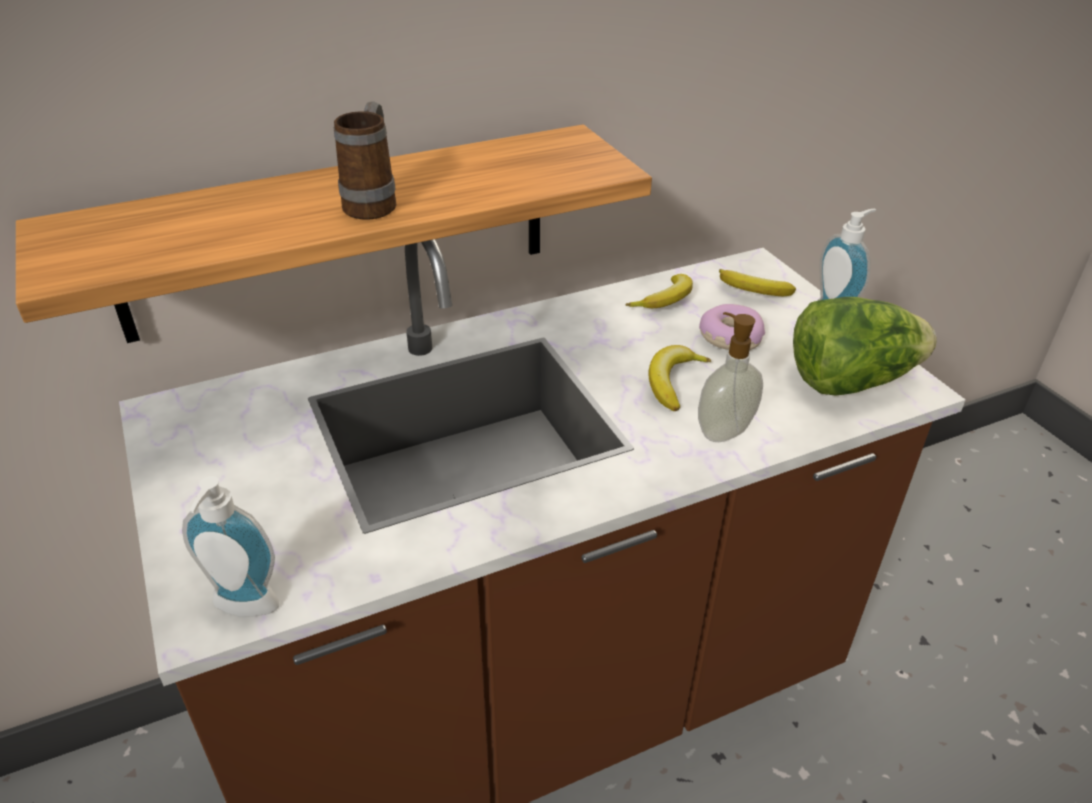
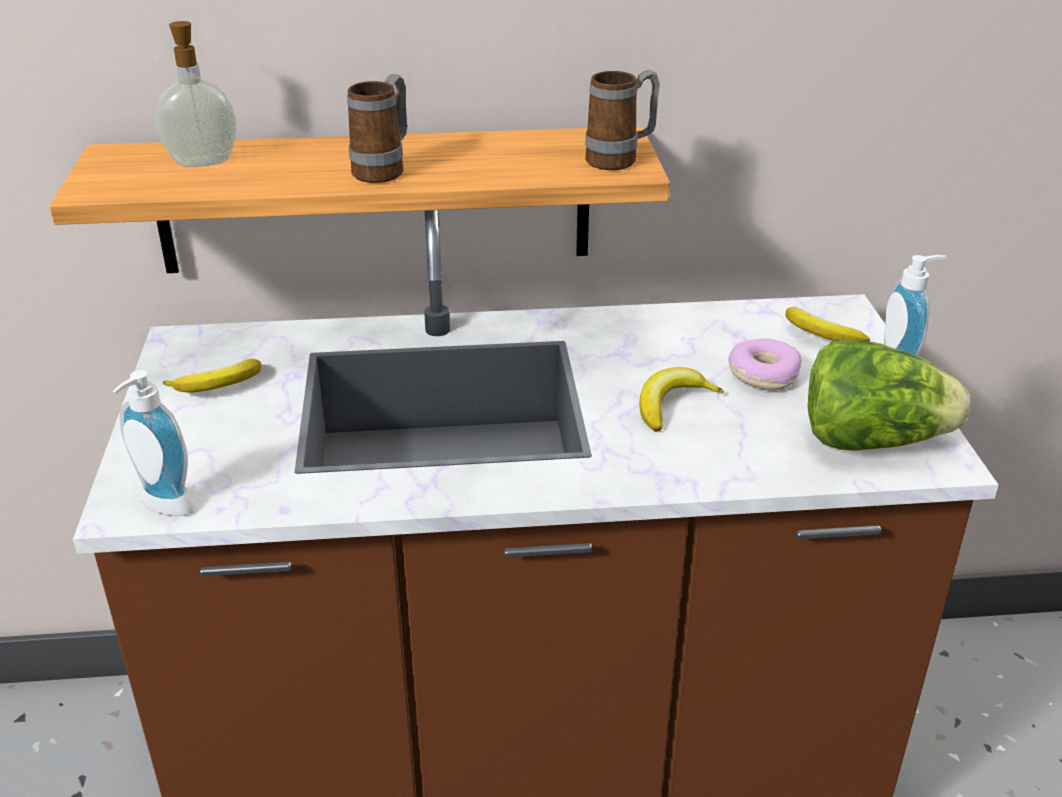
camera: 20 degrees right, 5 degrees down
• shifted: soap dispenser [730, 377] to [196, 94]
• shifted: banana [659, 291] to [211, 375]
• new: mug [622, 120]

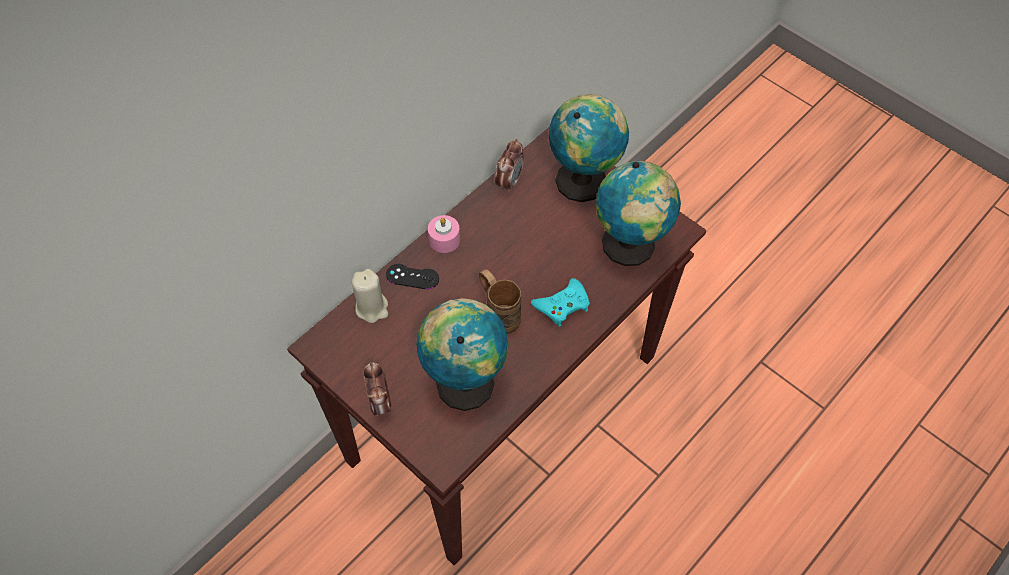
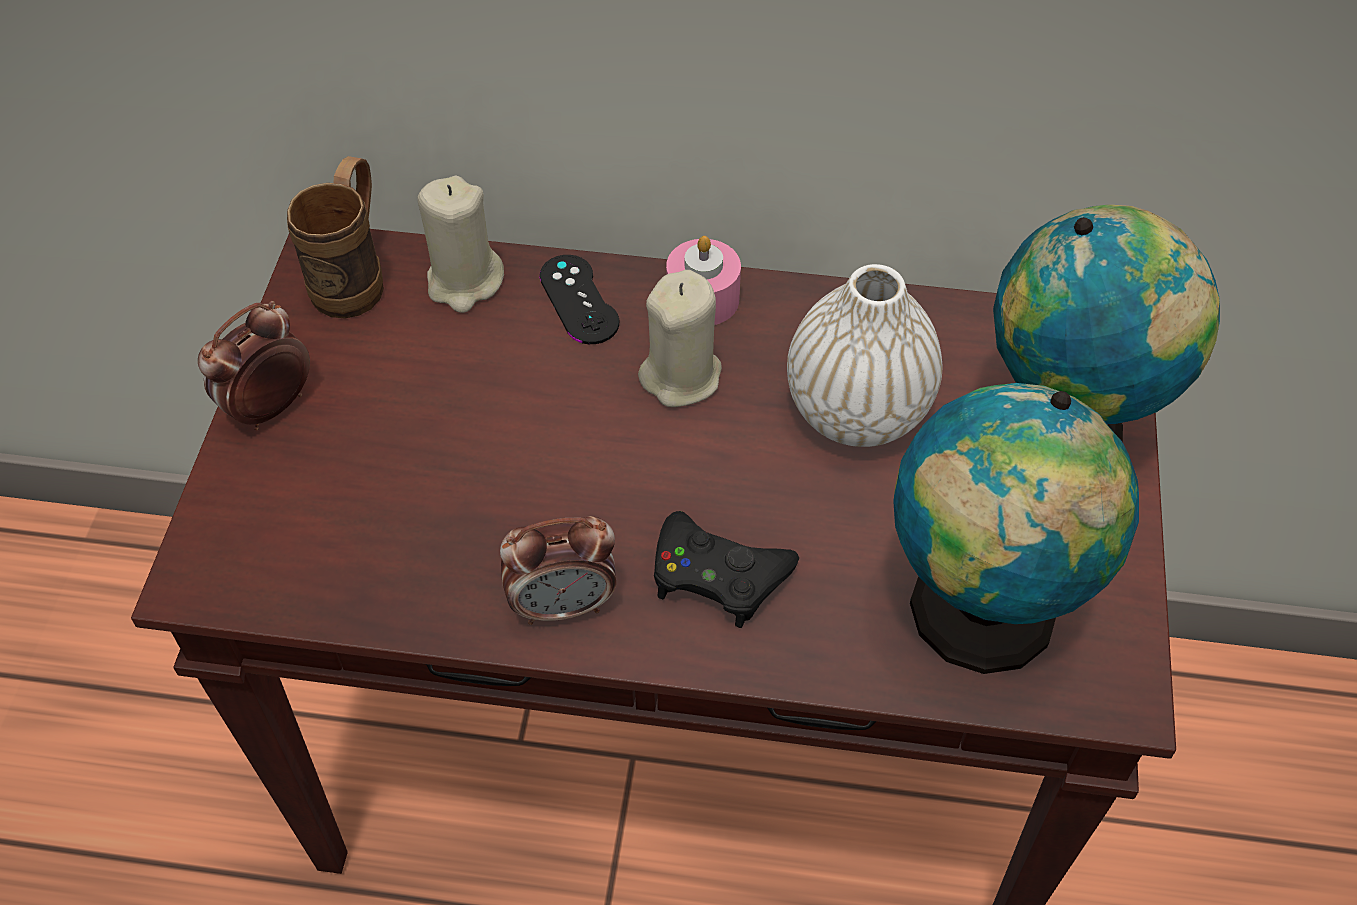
camera: 55 degrees right, 5 degrees down
• shifted: brown mug [500, 301] to [335, 237]
• shifted: alarm clock [509, 166] to [558, 570]
• new: beige candle [680, 338]
• repainted: turquoise game controller [560, 302] to black game controller [726, 569]
• new: white vase [864, 355]
• gone: globe [462, 354]

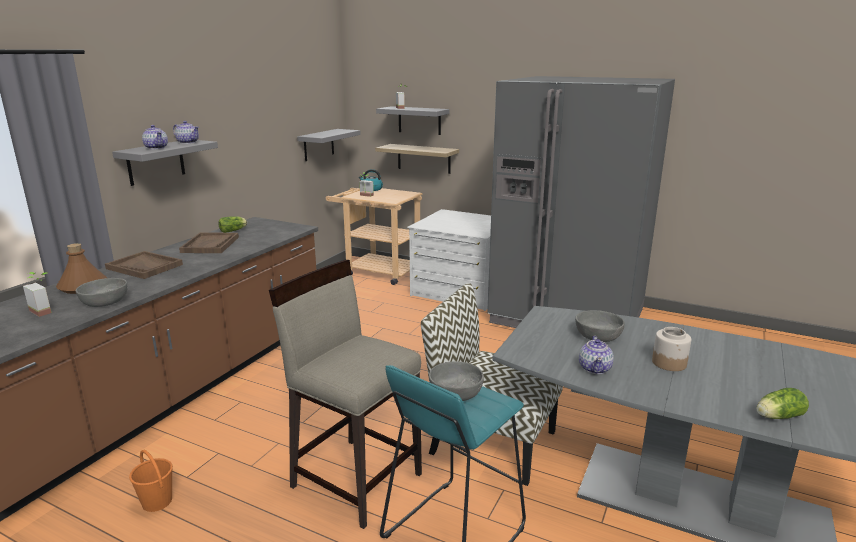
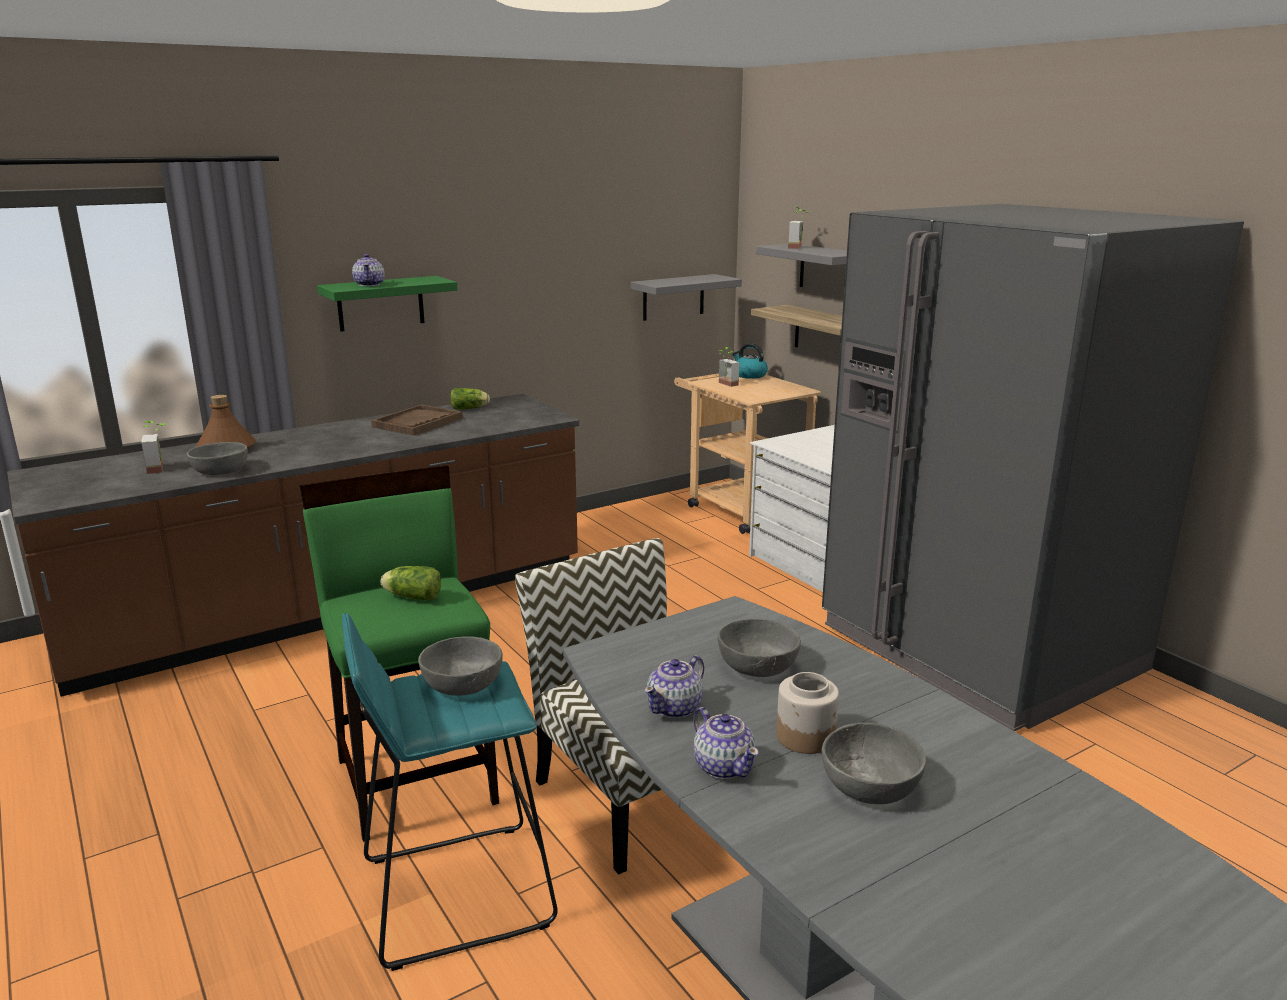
camera: 30 degrees right, 0 degrees up
• repainted: beige stool [345, 394] to green stool [399, 653]
• repainted: grey shelf [165, 163] to green shelf [387, 304]
• shifted: lettuce [783, 403] to [411, 583]
• shifted: teapot [186, 132] to [726, 743]
• new: grey bowl [874, 763]
• gone: brown tray [144, 265]
• gone: orange bucket [151, 481]

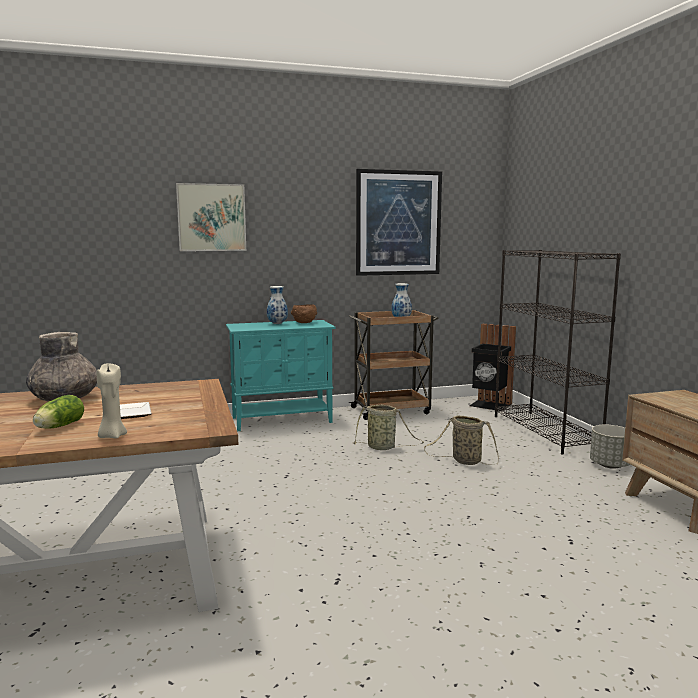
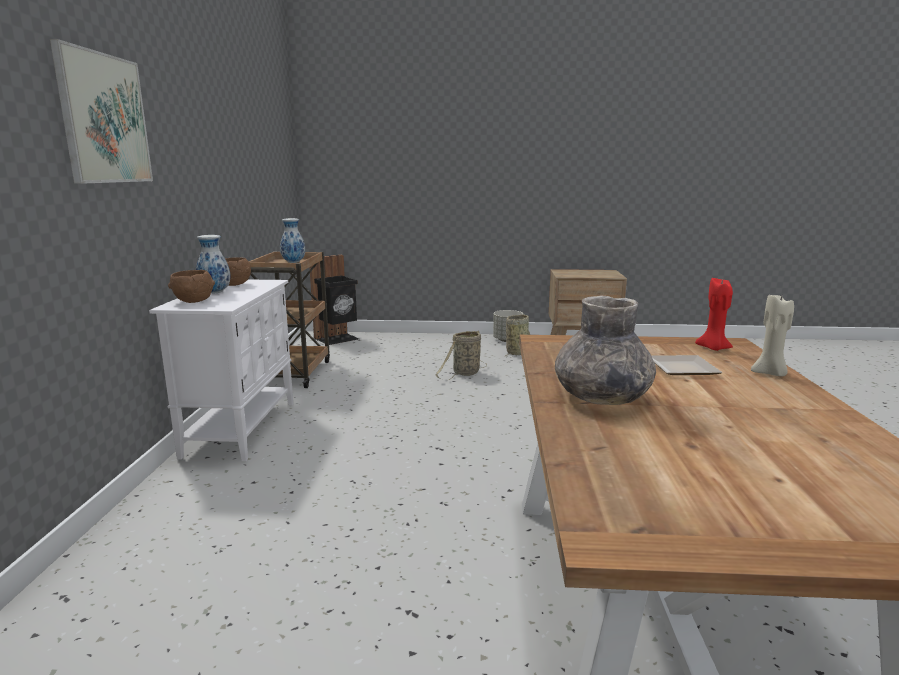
camera: 70 degrees left, 5 degrees up
• repainted: turquoise cabinet [281, 375] to white cabinet [221, 370]
• new: brown bowl [191, 286]
• shifted: basket [388, 427] to [517, 335]
• new: red candle [714, 314]
• gone: lettuce [58, 412]
• gone: picture [399, 222]
• gone: black bookcase [558, 352]

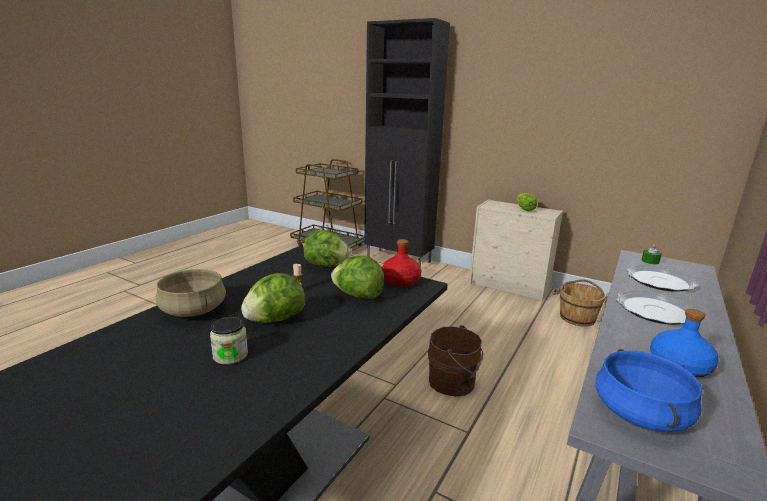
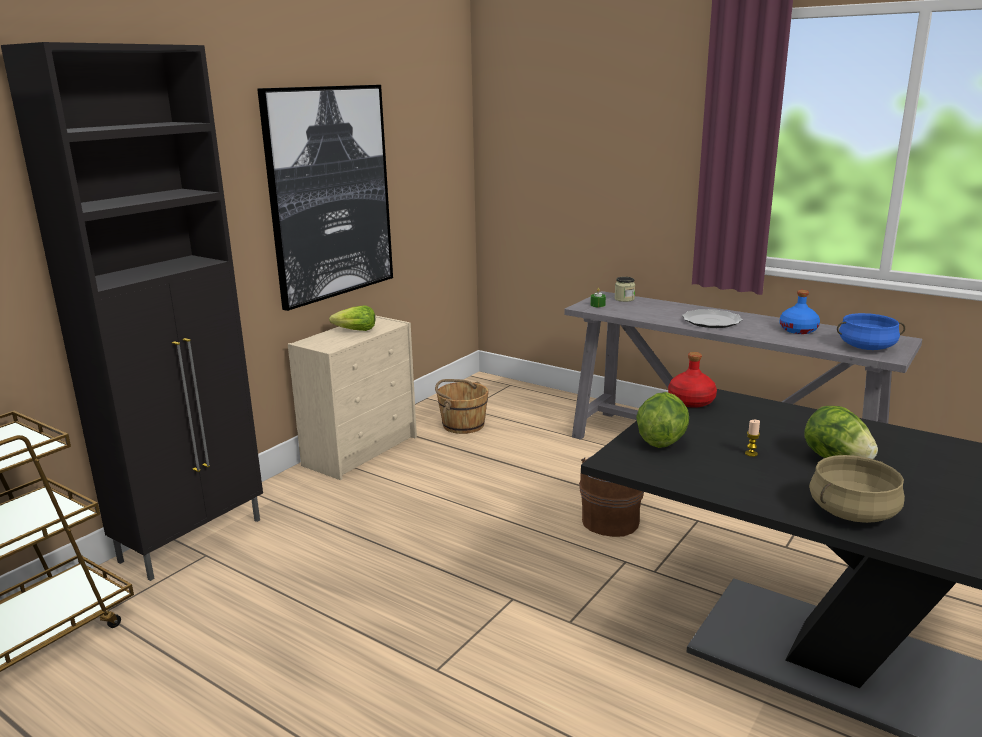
camera: 85 degrees left, 0 degrees up
• new: picture [325, 198]
• shifted: jar [229, 340] to [625, 289]
• gone: lettuce [357, 277]
• gone: plate [662, 278]

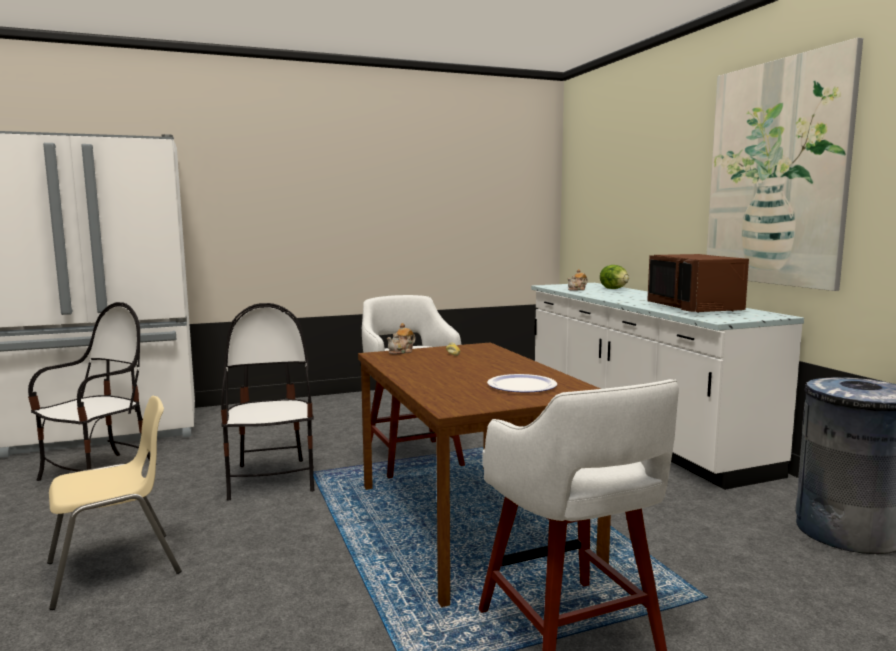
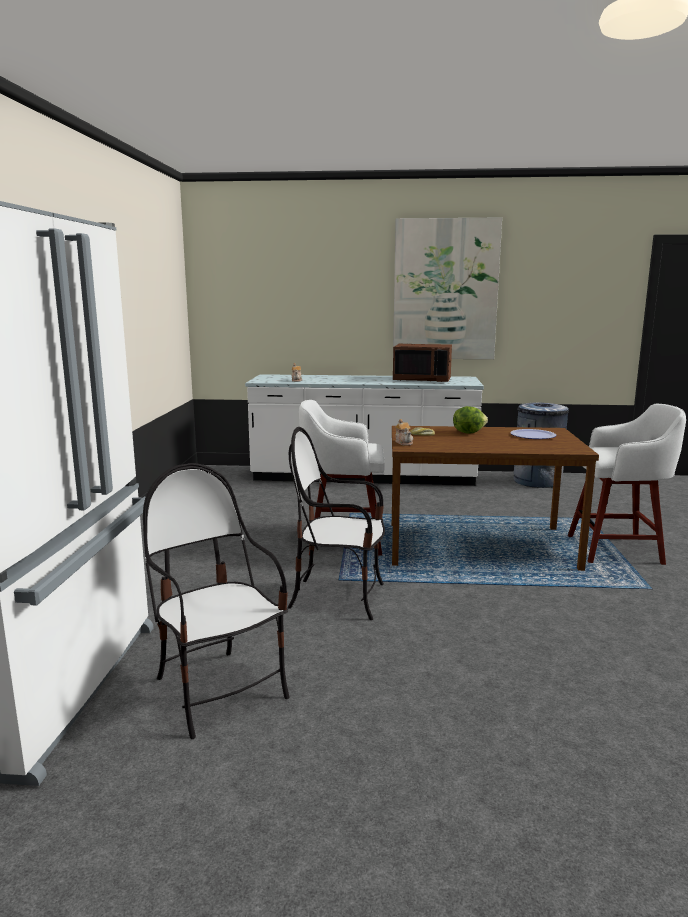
camera: 65 degrees left, 5 degrees up
• shifted: lettuce [614, 277] to [470, 419]
• gone: beige chair [114, 503]

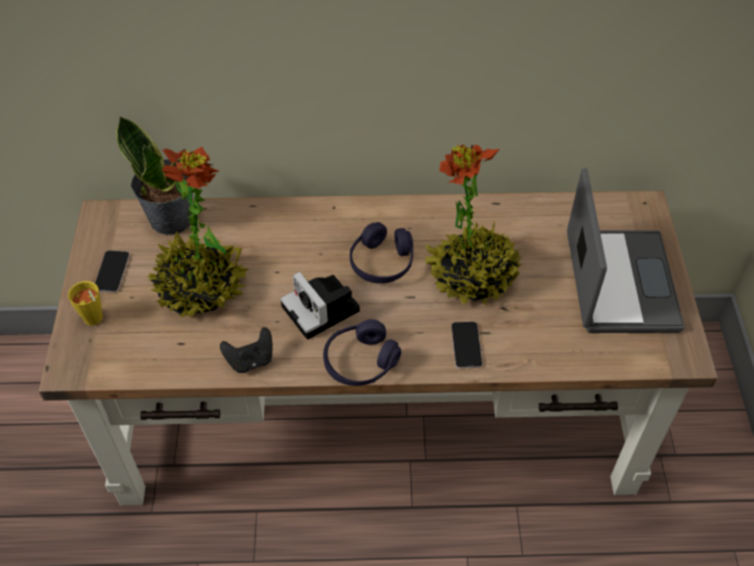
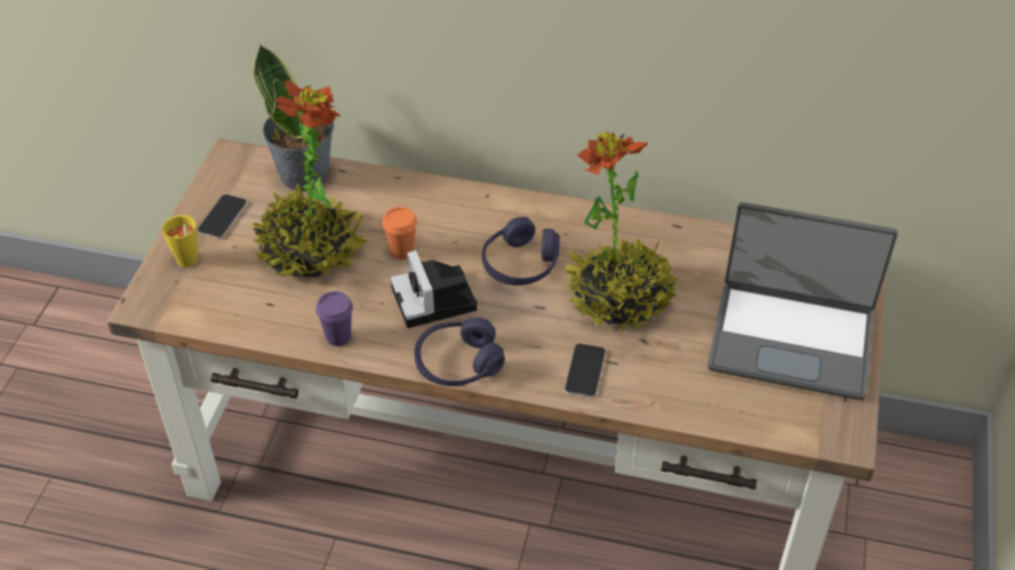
camera: 15 degrees right, 5 degrees down
• swapped: black game controller [246, 350] to purple cup [334, 318]
• new: orange cup [399, 233]
• rotated: laptop [625, 250] = [802, 301] 90 degrees clockwise

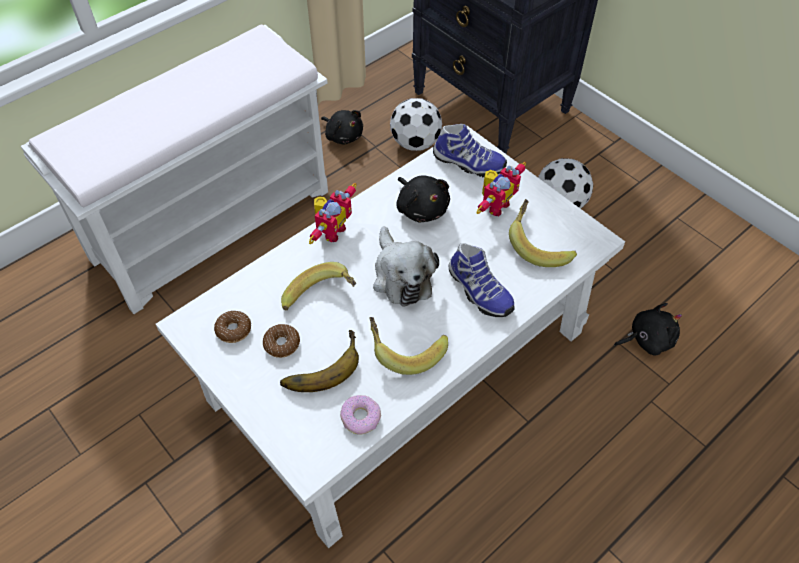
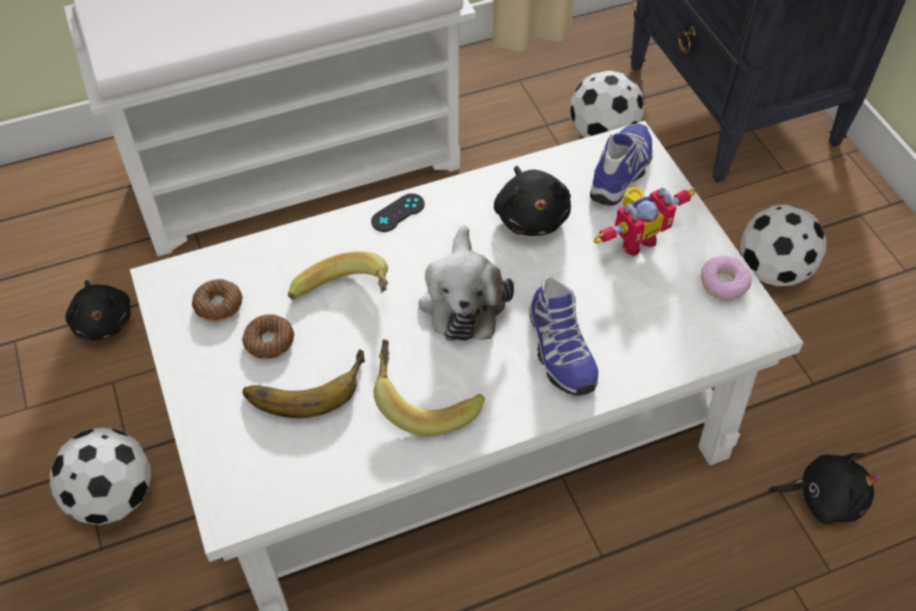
camera: 20 degrees right, 0 degrees up
• new: football [100, 476]
• shifted: black plush toy [342, 127] to [98, 310]
• swapped: toy robot [332, 213] to black game controller [398, 212]
• rotated: shoe [470, 151] = [621, 164] 105 degrees counterclockwise
• shifted: donut [360, 414] to [726, 278]
• gone: banana [543, 233]

